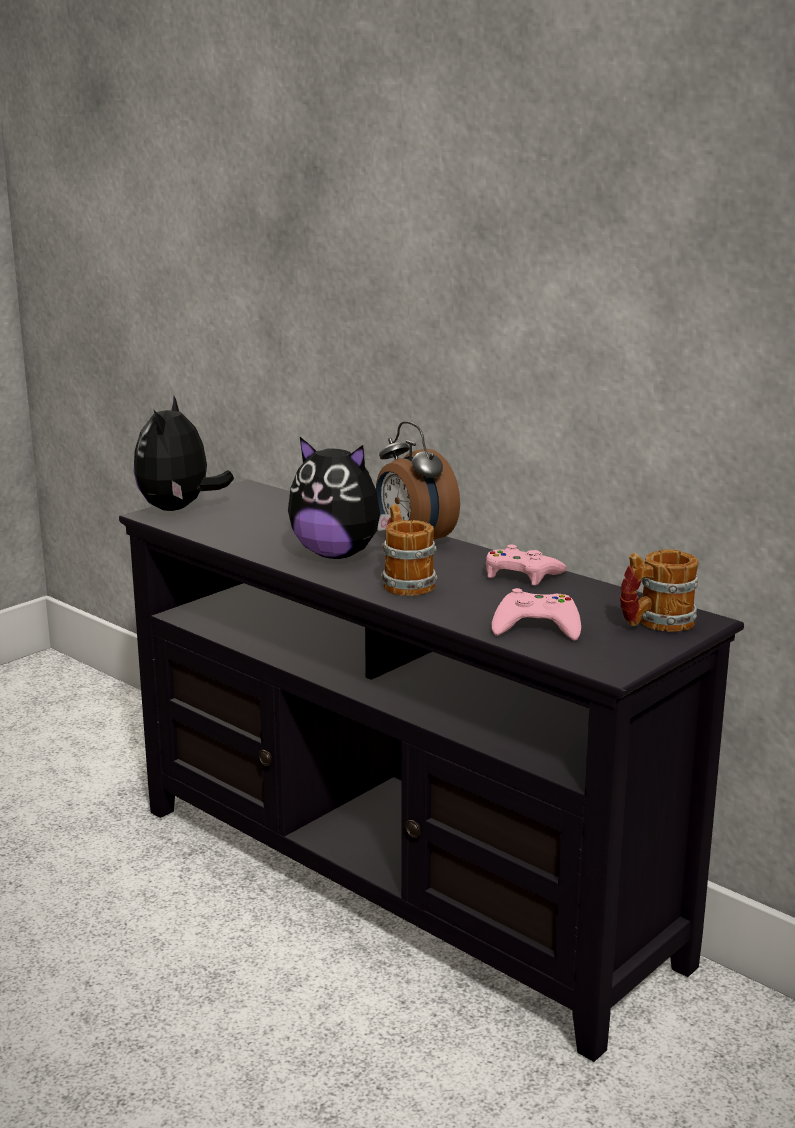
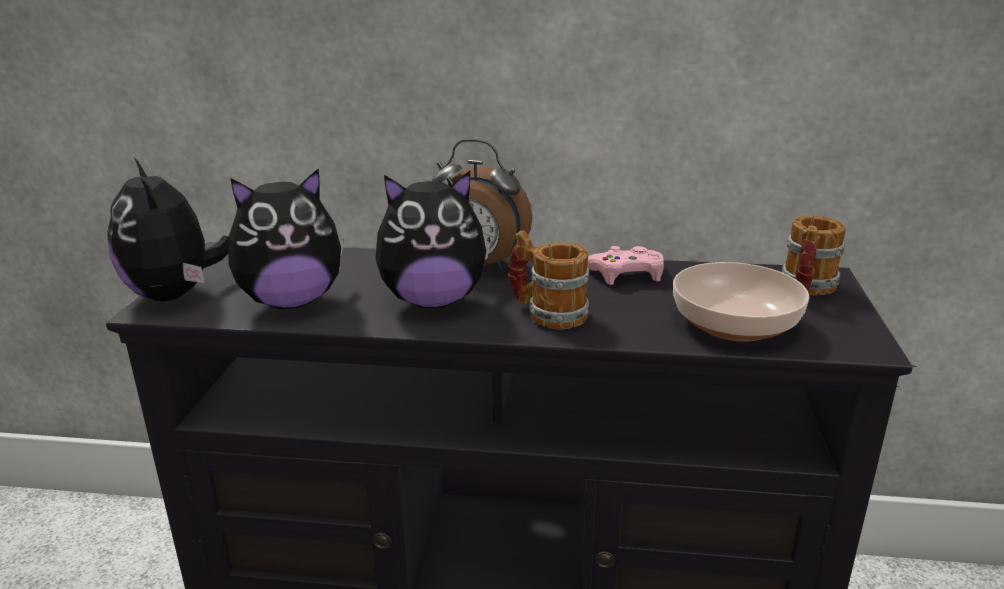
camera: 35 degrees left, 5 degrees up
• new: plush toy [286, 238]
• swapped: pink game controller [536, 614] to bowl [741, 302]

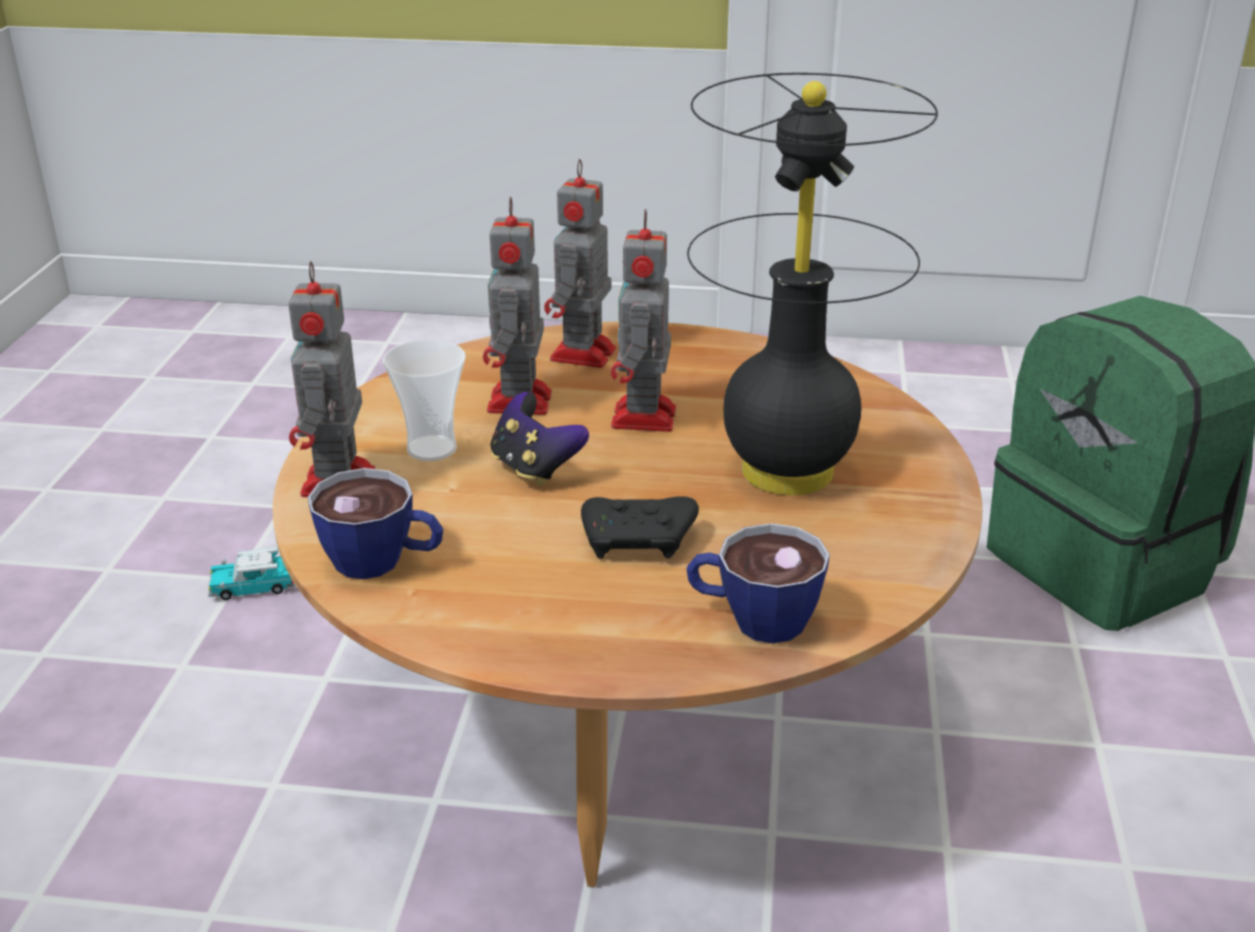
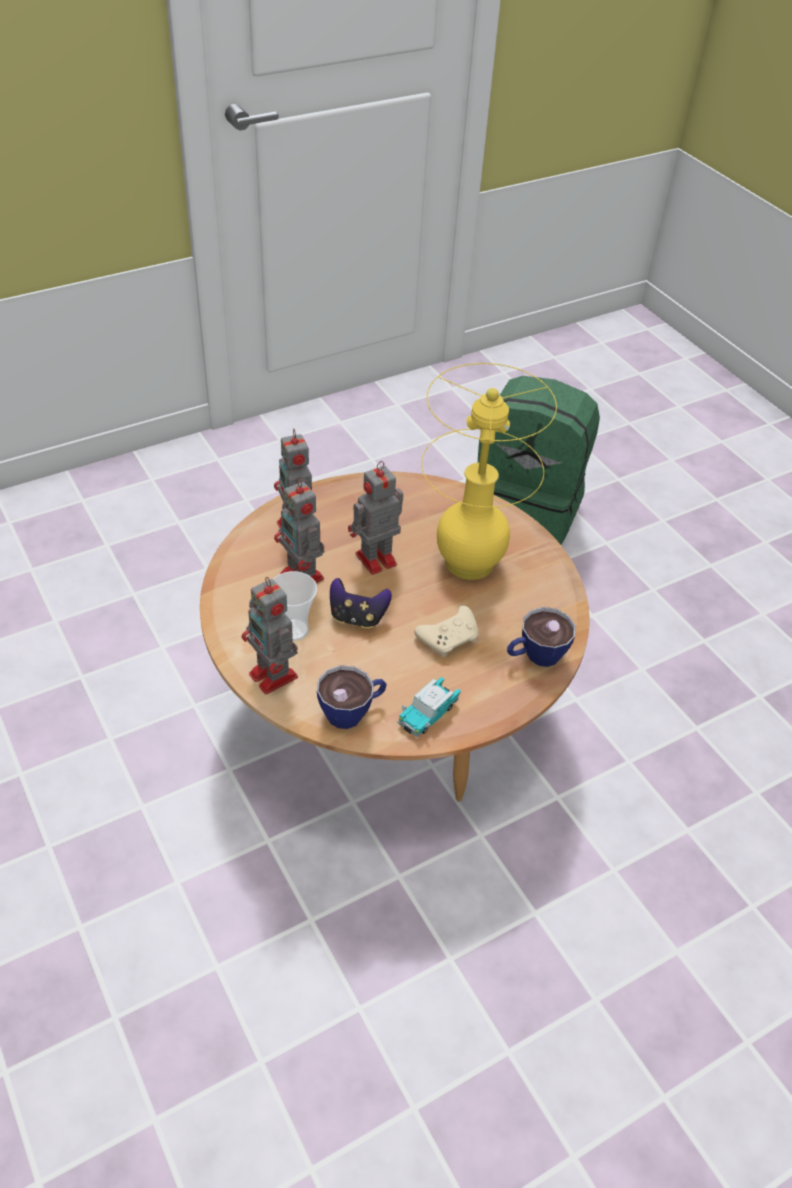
camera: 40 degrees left, 15 degrees up
• rotated: toy robot [643, 320] = [375, 518] 90 degrees clockwise
• shifted: toy car [251, 573] to [429, 707]
• repainted: black game controller [640, 527] to beige game controller [446, 631]
• repainted: black table lamp [812, 284] to yellow table lamp [489, 471]

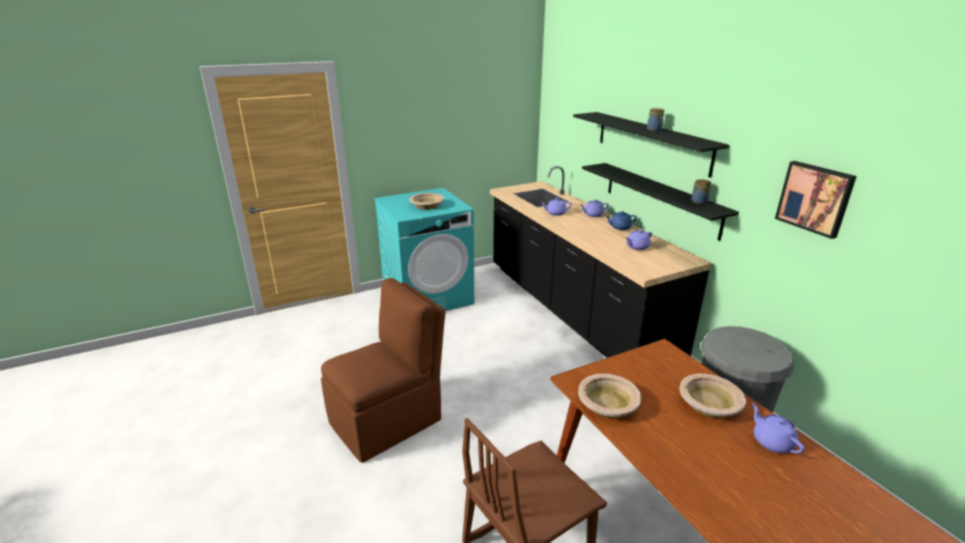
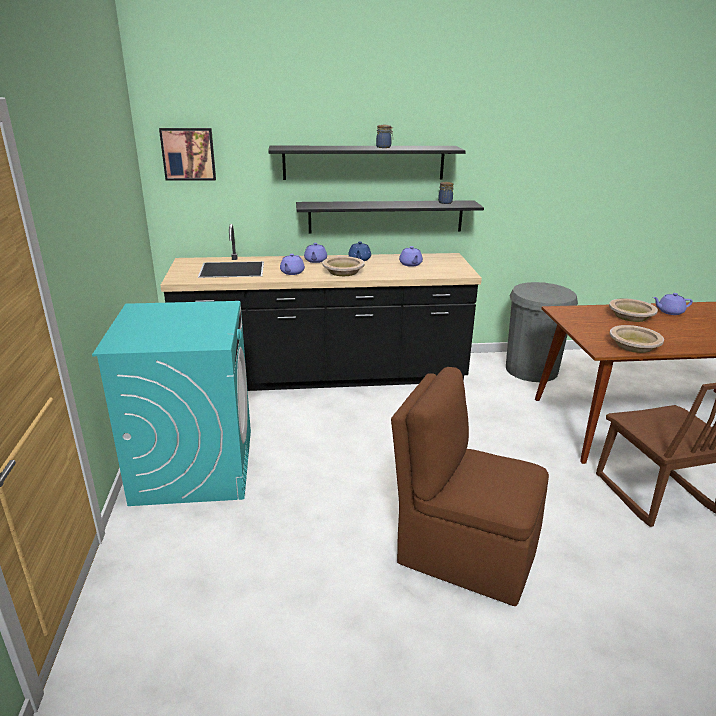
camera: 70 degrees left, 0 degrees up
• shifted: picture [816, 200] to [187, 154]
• shifted: beige bowl [427, 201] to [343, 266]
• rotated: brown chair [383, 370] = [470, 486] 45 degrees counterclockwise

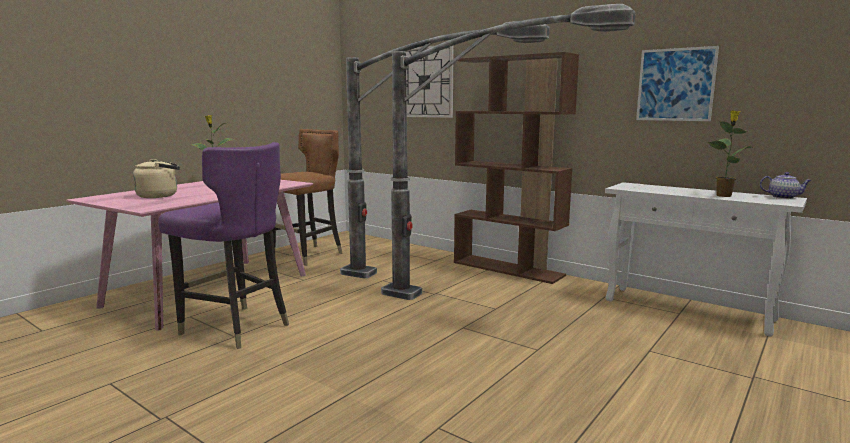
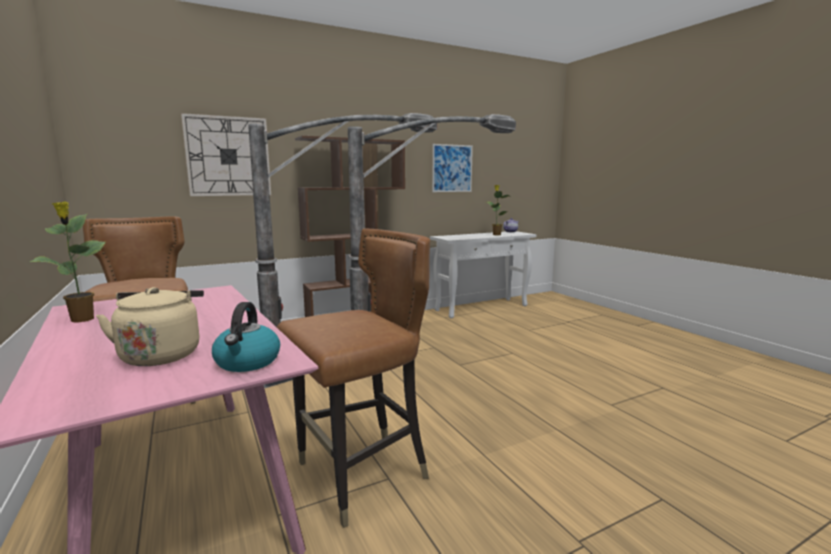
camera: 65 degrees left, 0 degrees up
• new: kettle [246, 337]
• repainted: purple chair [223, 245] to brown chair [353, 378]

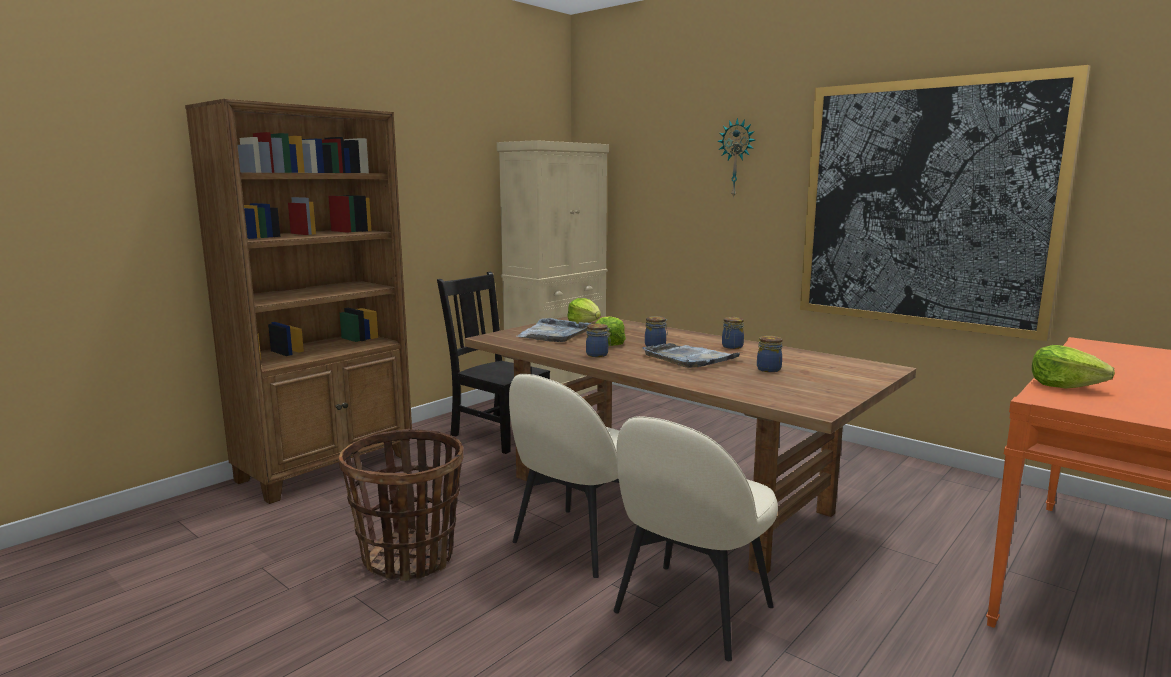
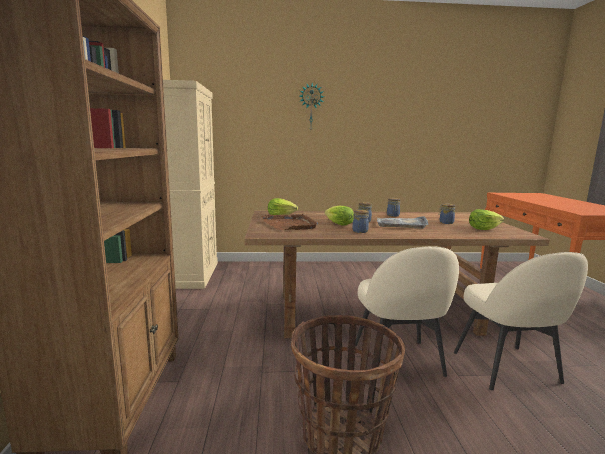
camera: 45 degrees left, 0 degrees up
• repainted: grey tray [554, 330] to brown tray [289, 221]
• shifted: lettuce [1073, 367] to [486, 219]
• gone: black chair [493, 363]
• gone: picture [945, 203]

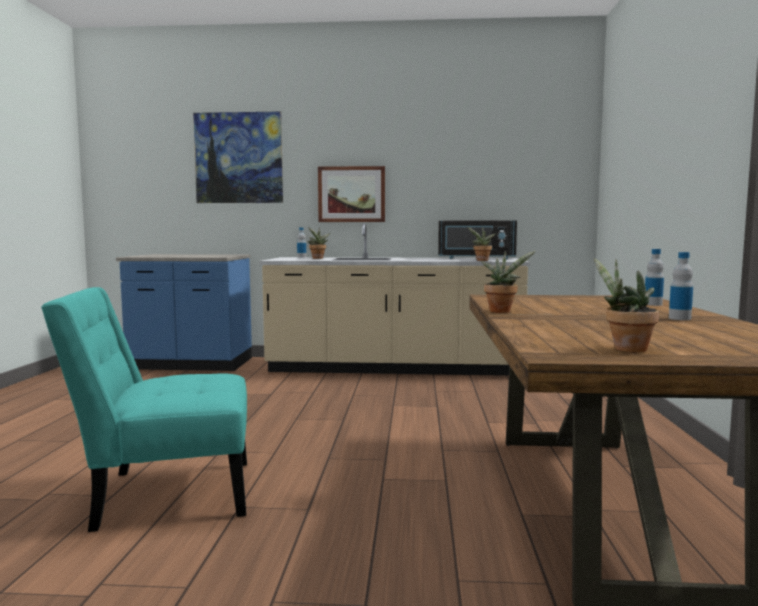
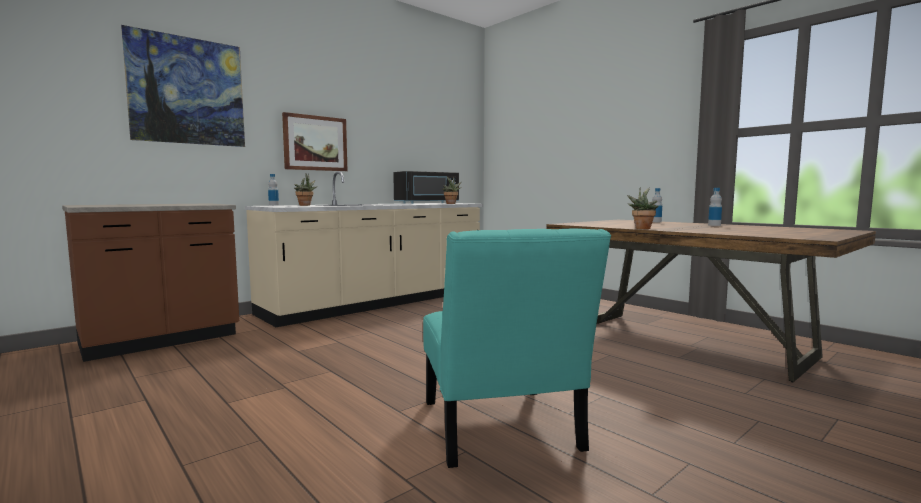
camera: 45 degrees left, 0 degrees up
• repainted: blue counter [184, 312] to brown counter [150, 282]
• rotated: turquoise chair [144, 409] = [517, 348] 45 degrees counterclockwise
• gone: potted plant [626, 305]

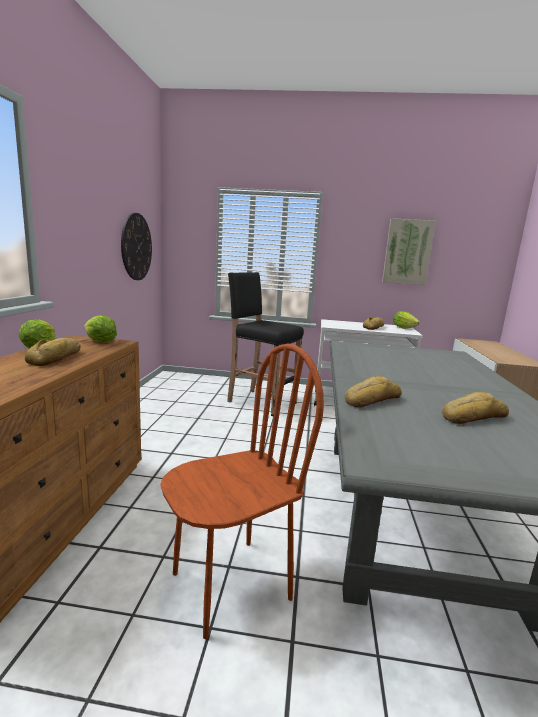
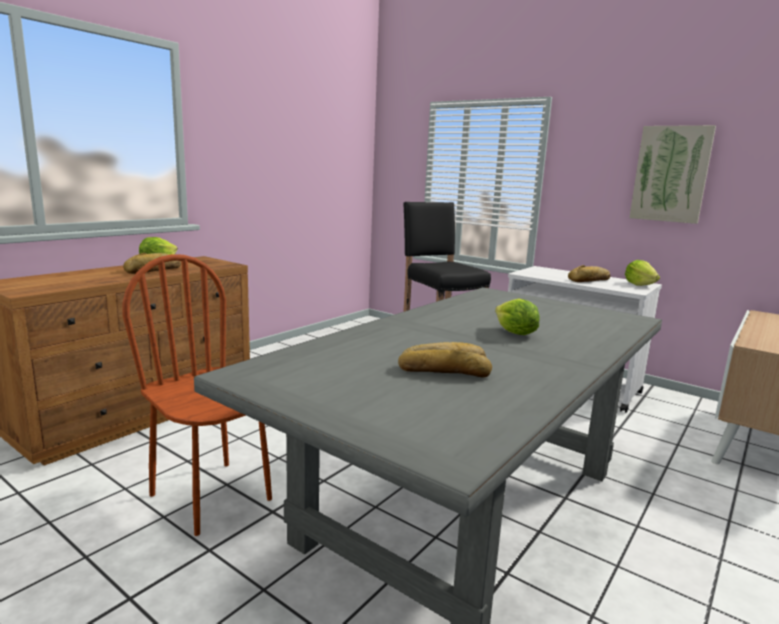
camera: 30 degrees right, 0 degrees up
• rotated: brown chair [242, 491] = [197, 395] 135 degrees counterclockwise
• shifted: lettuce [100, 328] to [517, 316]
• gone: wall clock [136, 246]
• gone: bread [373, 391]

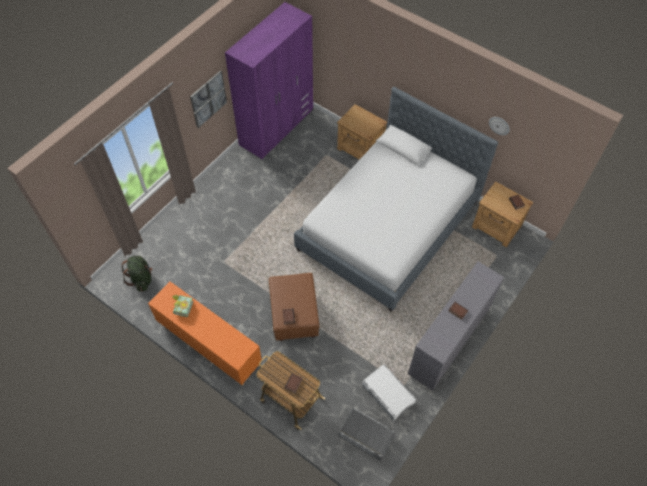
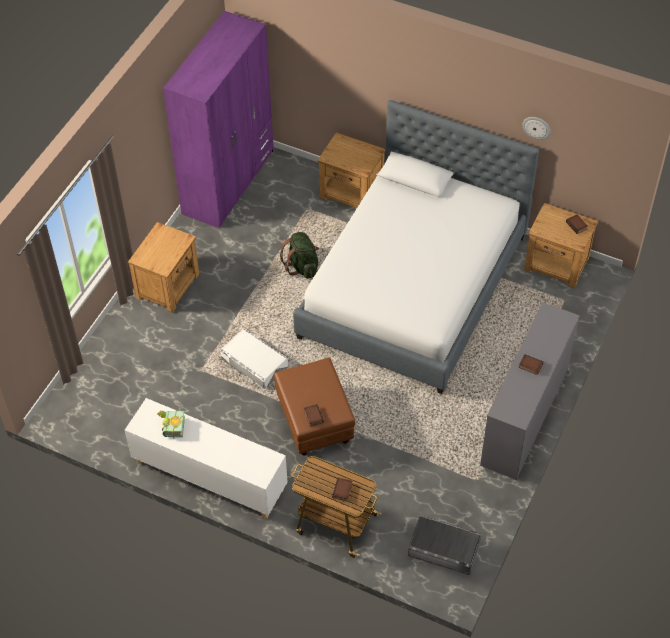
camera: 10 degrees left, 5 degrees down
• repainted: orange cabinet [205, 333] to white cabinet [206, 458]
• new: brown nightstand [164, 267]
• shifted: white storage box [389, 392] to [254, 359]
• shifted: green backpack [137, 274] to [299, 255]
• gone: picture [208, 99]

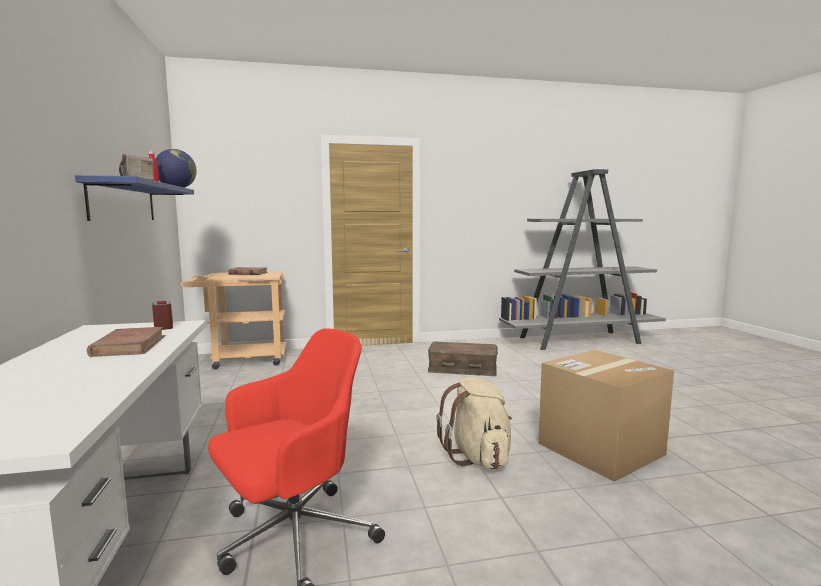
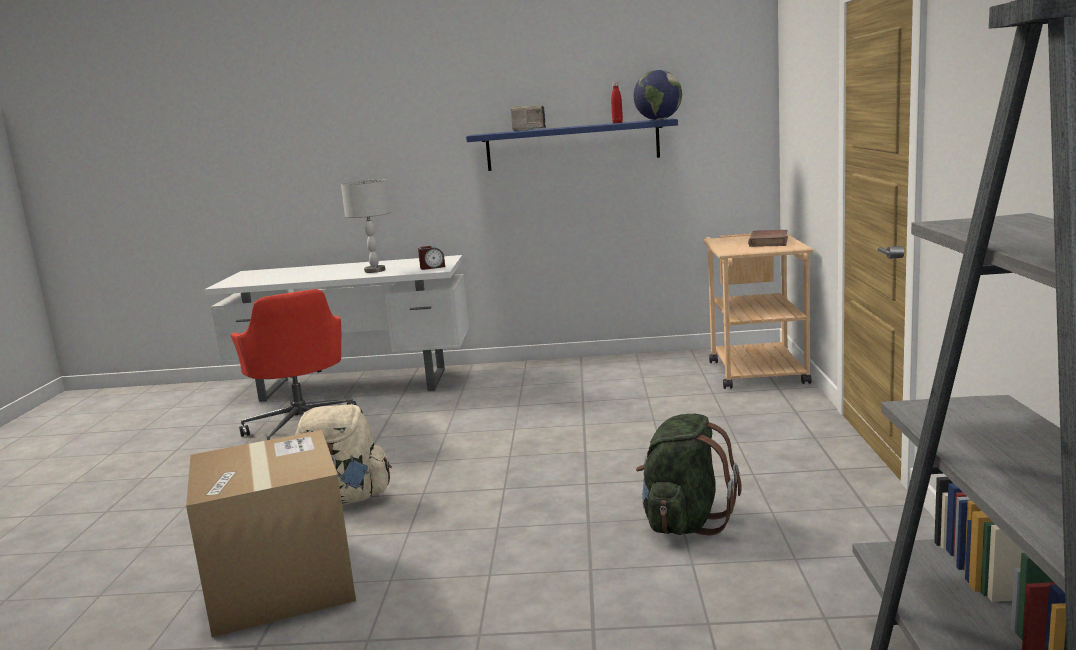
camera: 105 degrees right, 5 degrees up
• swapped: brown book [126, 342] to grey table lamp [366, 226]
• swapped: brown storage box [463, 359] to green backpack [689, 474]

